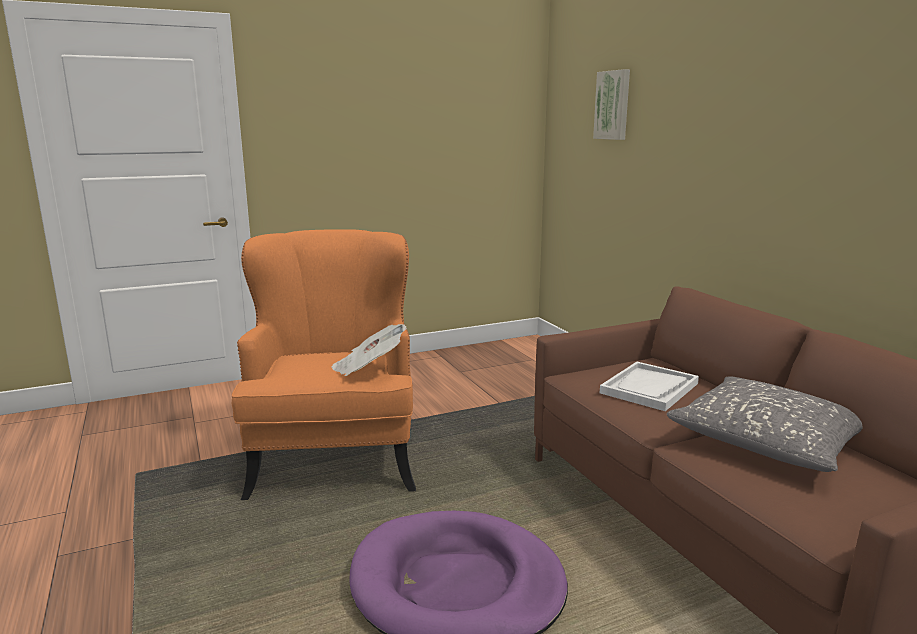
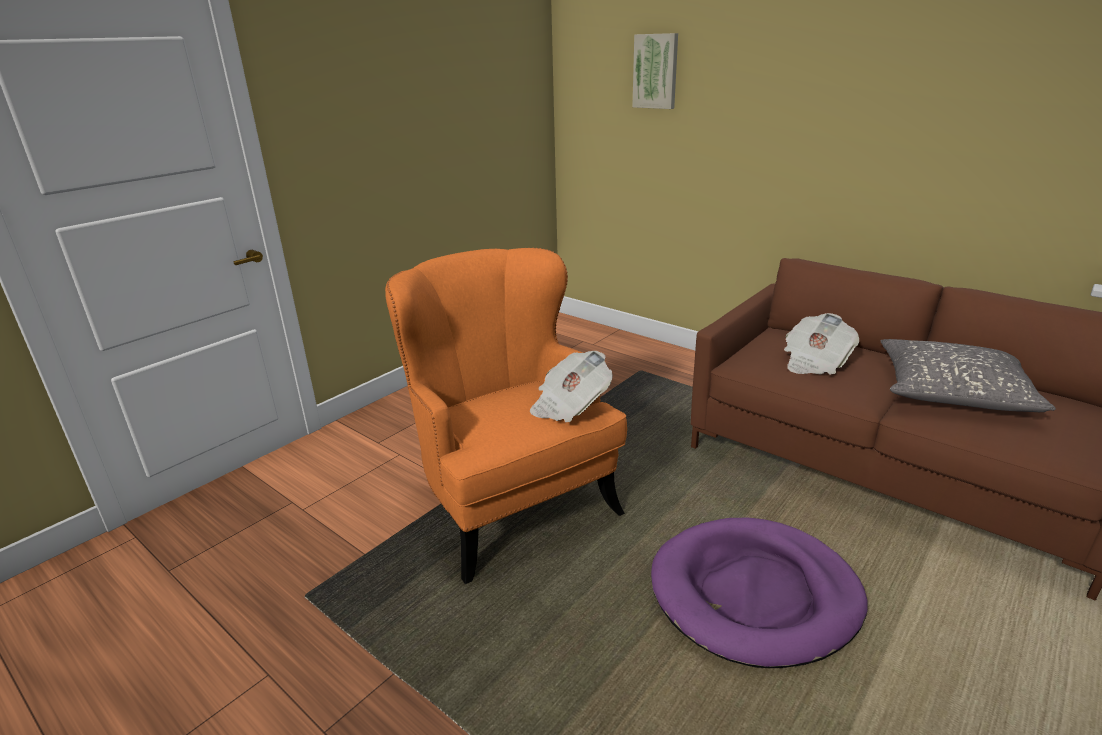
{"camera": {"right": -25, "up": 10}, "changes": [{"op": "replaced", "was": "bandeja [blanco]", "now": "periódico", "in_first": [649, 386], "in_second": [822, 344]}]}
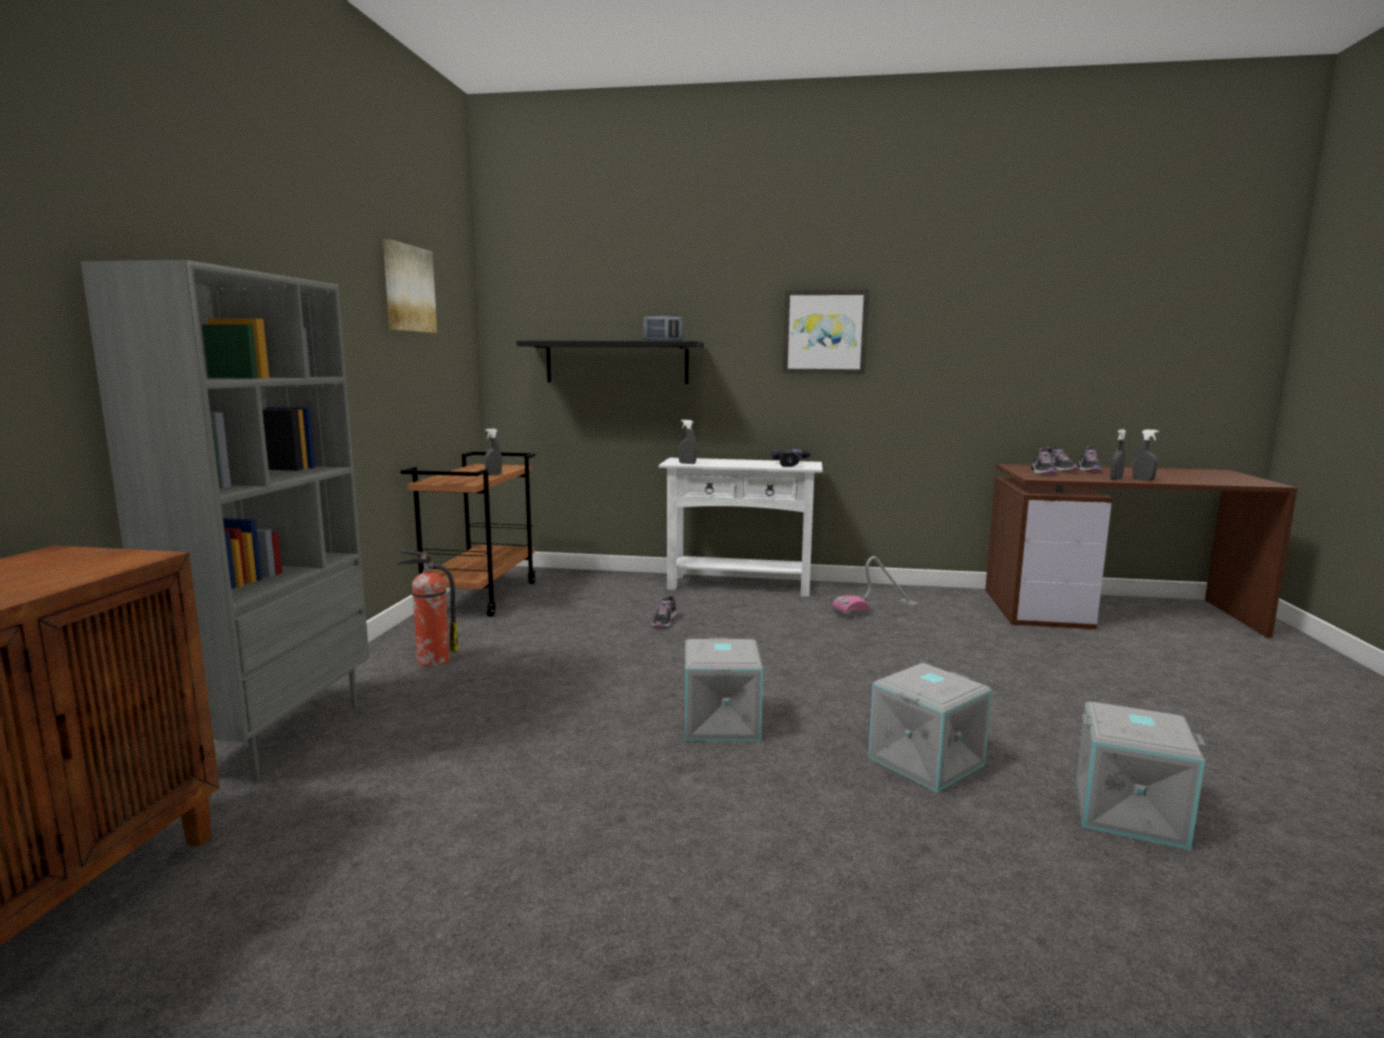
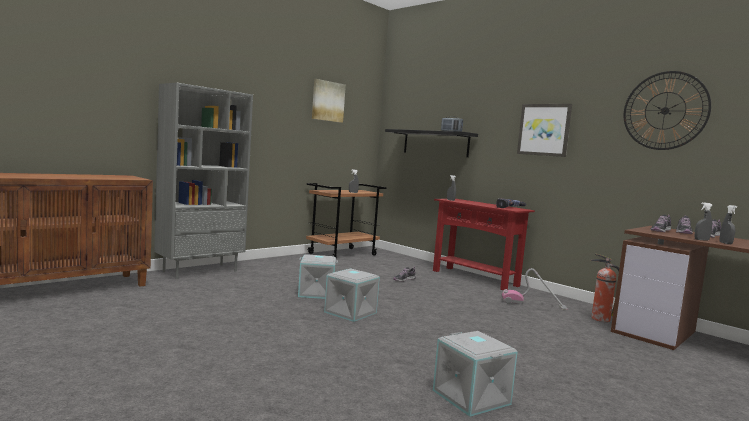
{"camera": {"right": 35, "up": -5}, "changes": [{"op": "moved", "was": "extintor", "in_first": [428, 608], "in_second": [605, 287]}, {"op": "recoloured", "was": "mesa consola [blanco]", "now": "mesa consola [rojo]", "in_first": [741, 527], "in_second": [484, 245]}, {"op": "moved", "was": "caja de almacenaje [gris]", "in_first": [930, 728], "in_second": [318, 276]}, {"op": "added", "now": "reloj de pared", "in_second": [667, 110]}]}
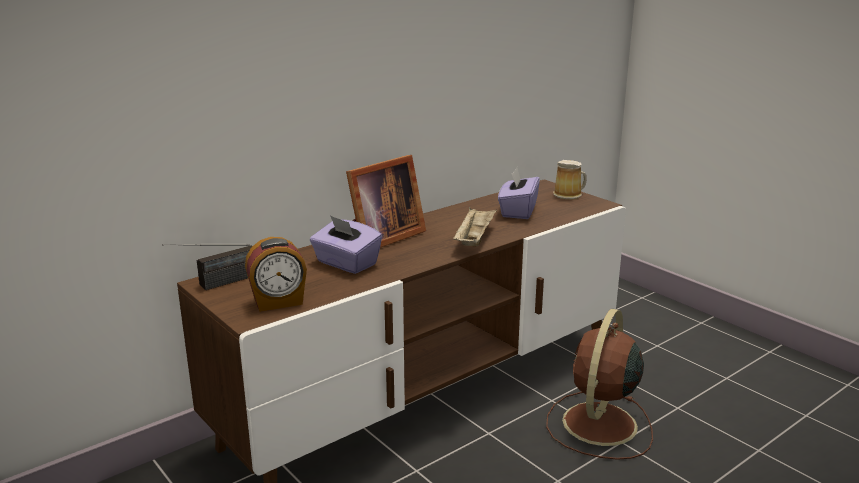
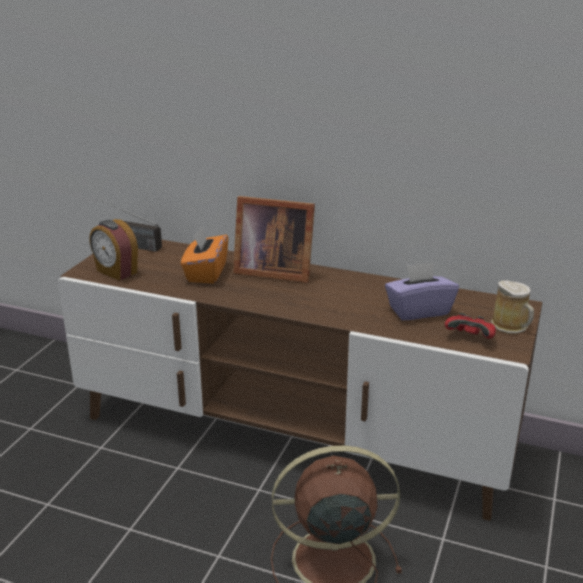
{"camera": {"right": 60, "up": 5}, "changes": [{"op": "recoloured", "was": "caja de pañuelos [morado]", "now": "caja de pañuelos [naranja]", "in_first": [346, 244], "in_second": [204, 255]}, {"op": "removed", "was": "bandeja [beis]", "in_first": [475, 226]}, {"op": "added", "now": "mando de consola [rojo]", "in_second": [470, 326]}]}
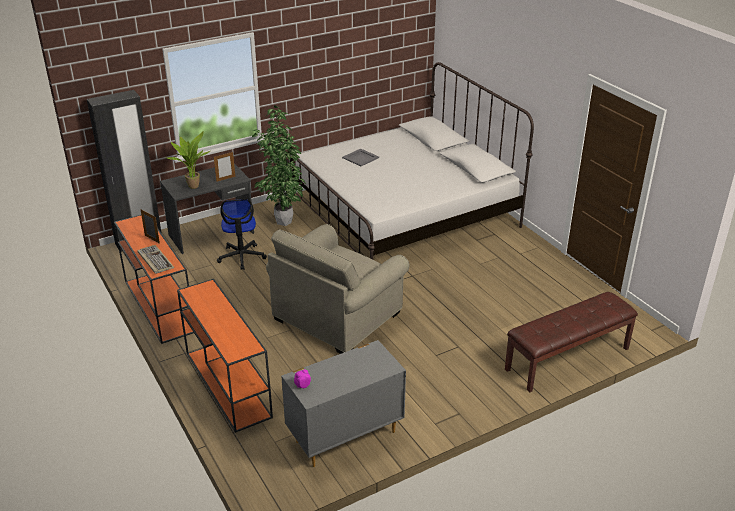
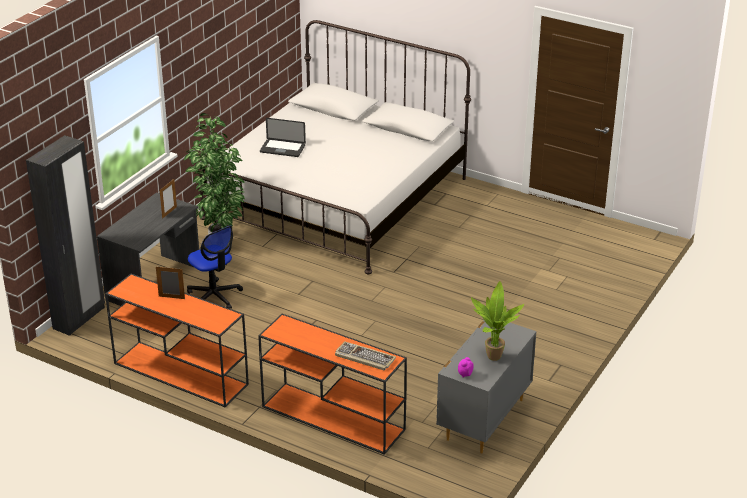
{"camera": {"right": -30, "up": 0}, "changes": [{"op": "moved", "was": "teclado", "in_first": [155, 259], "in_second": [365, 355]}, {"op": "moved", "was": "planta en maceta", "in_first": [188, 160], "in_second": [497, 321]}, {"op": "removed", "was": "sillón [beis]", "in_first": [338, 289]}, {"op": "replaced", "was": "bandeja [gris]", "now": "portátil", "in_first": [360, 157], "in_second": [283, 137]}, {"op": "removed", "was": "banco [marrón]", "in_first": [571, 342]}]}
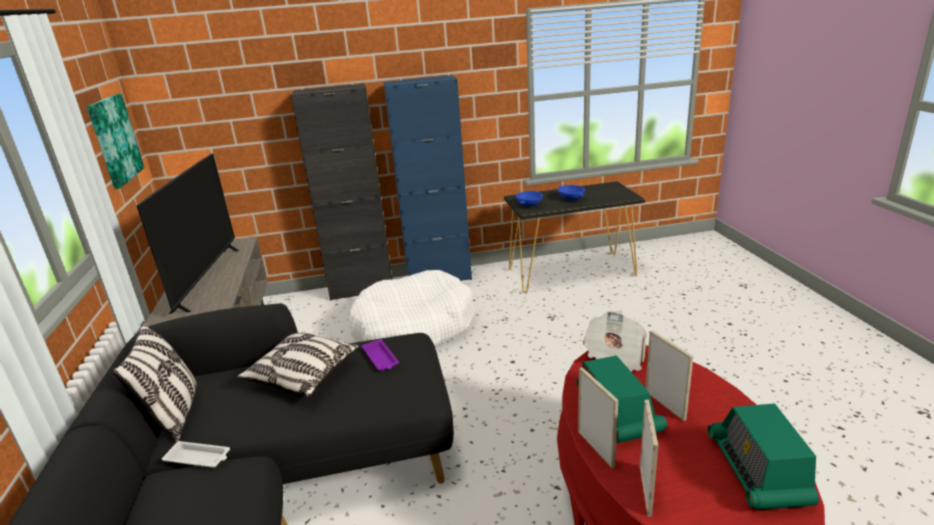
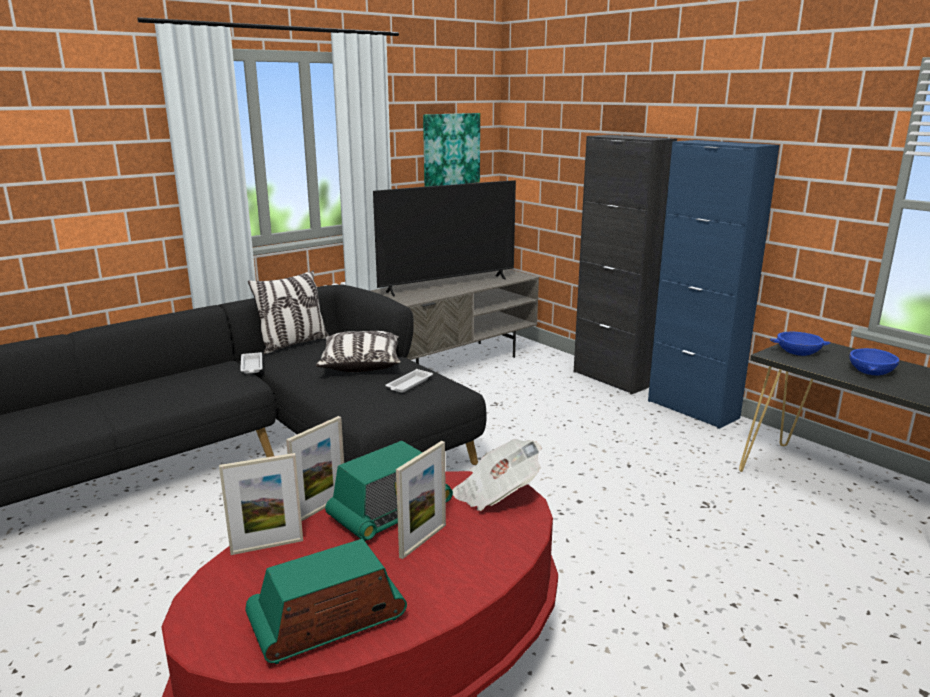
{"camera": {"right": 60, "up": -5}, "changes": [{"op": "removed", "was": "cama para perro [blanco]", "in_first": [412, 308]}, {"op": "recoloured", "was": "bandeja [morado]", "now": "bandeja [blanco]", "in_first": [380, 355], "in_second": [409, 381]}]}
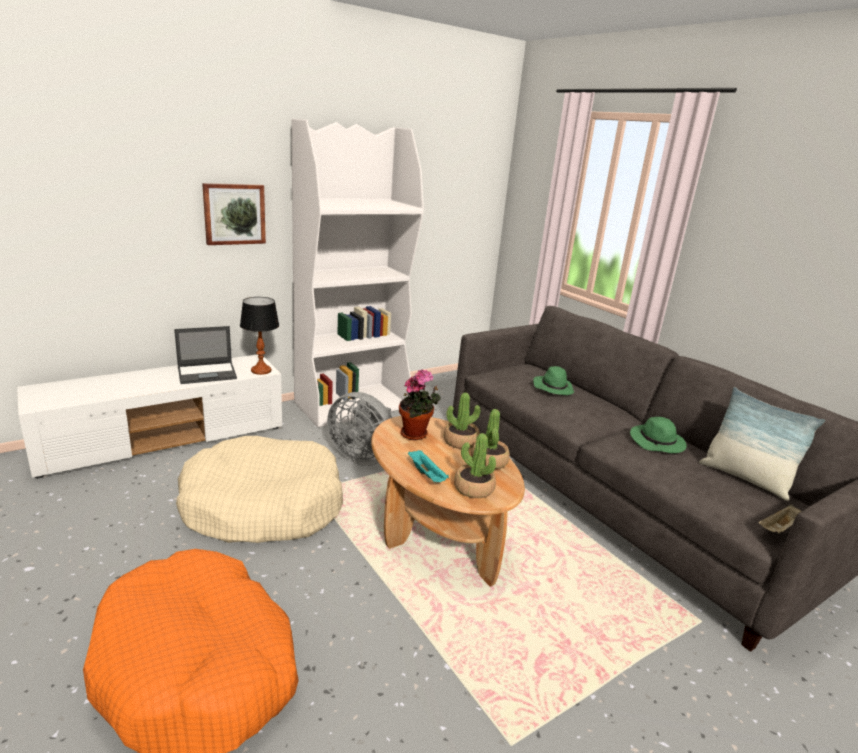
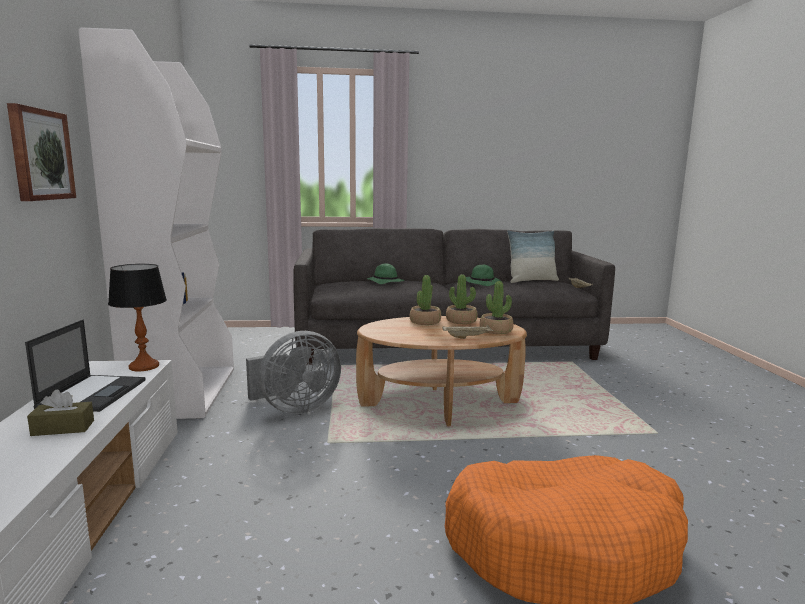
{"camera": {"right": -60, "up": -10}, "changes": [{"op": "removed", "was": "cama para perro [beis]", "in_first": [259, 489]}, {"op": "removed", "was": "planta en maceta", "in_first": [420, 405]}, {"op": "recoloured", "was": "bandeja [turquesa]", "now": "bandeja [beis]", "in_first": [428, 466], "in_second": [468, 332]}, {"op": "added", "now": "caja de pañuelos [marrón]", "in_second": [60, 412]}]}
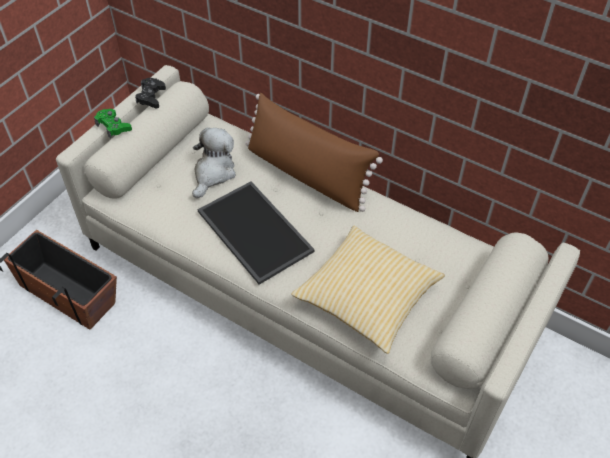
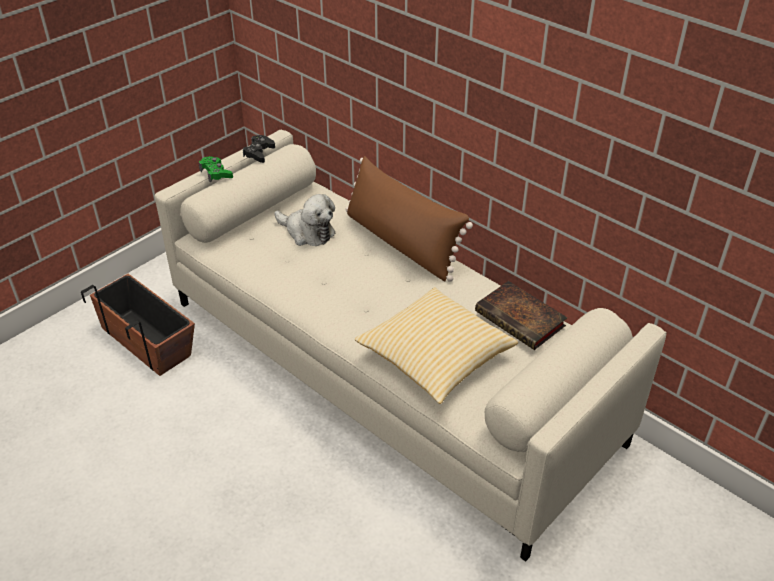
{"camera": {"right": 10, "up": -10}, "changes": [{"op": "turned", "was": "peluche", "in_first": [214, 162], "in_second": [305, 220], "clockwise": 90}, {"op": "removed", "was": "bandeja", "in_first": [256, 233]}, {"op": "added", "now": "libro", "in_second": [521, 315]}]}
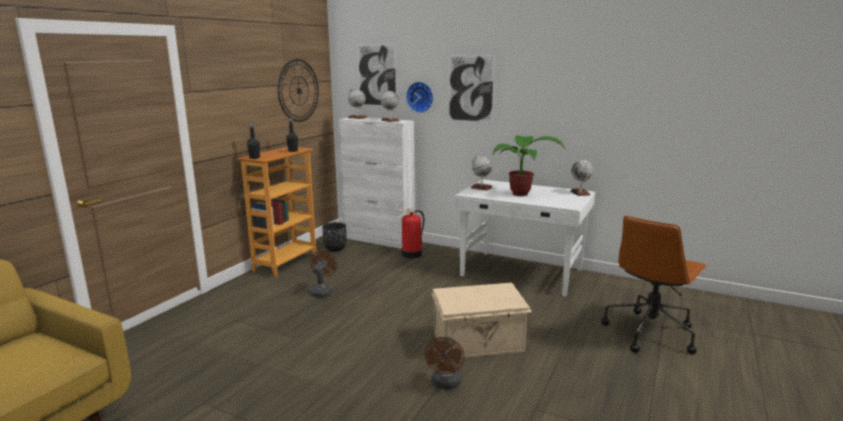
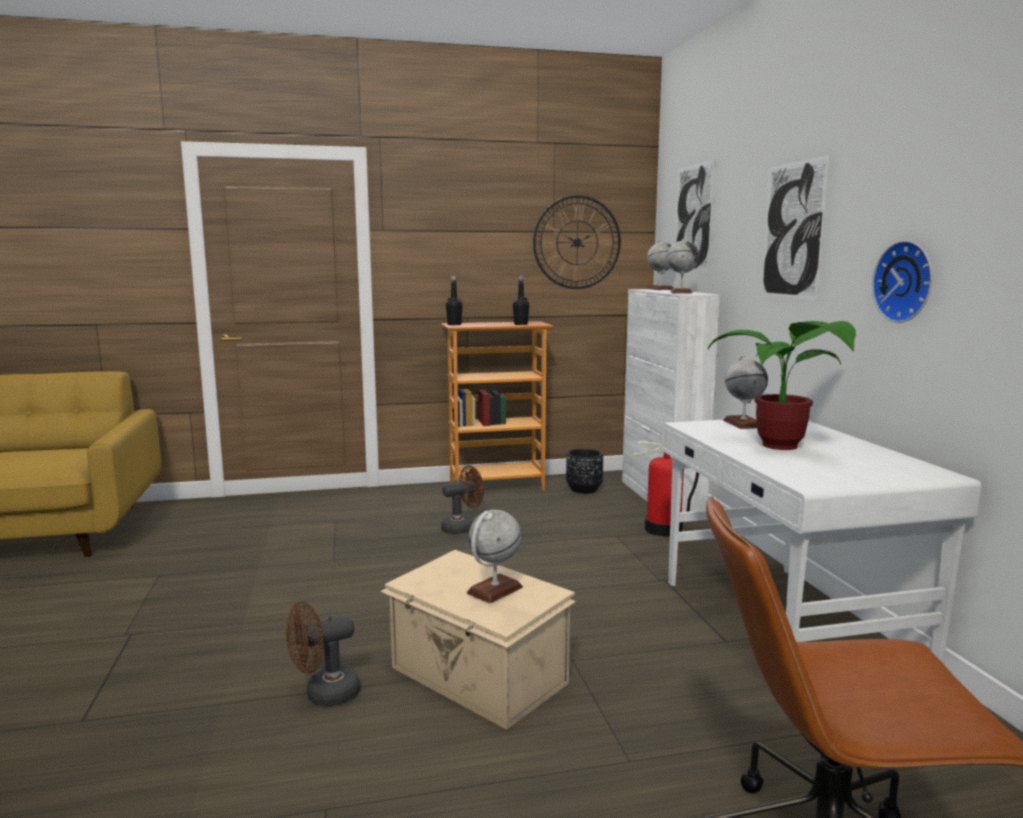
{"camera": {"right": 50, "up": -5}, "changes": [{"op": "moved", "was": "reloj de pared", "in_first": [419, 97], "in_second": [902, 281]}, {"op": "moved", "was": "globo terráqueo", "in_first": [581, 178], "in_second": [495, 556]}]}
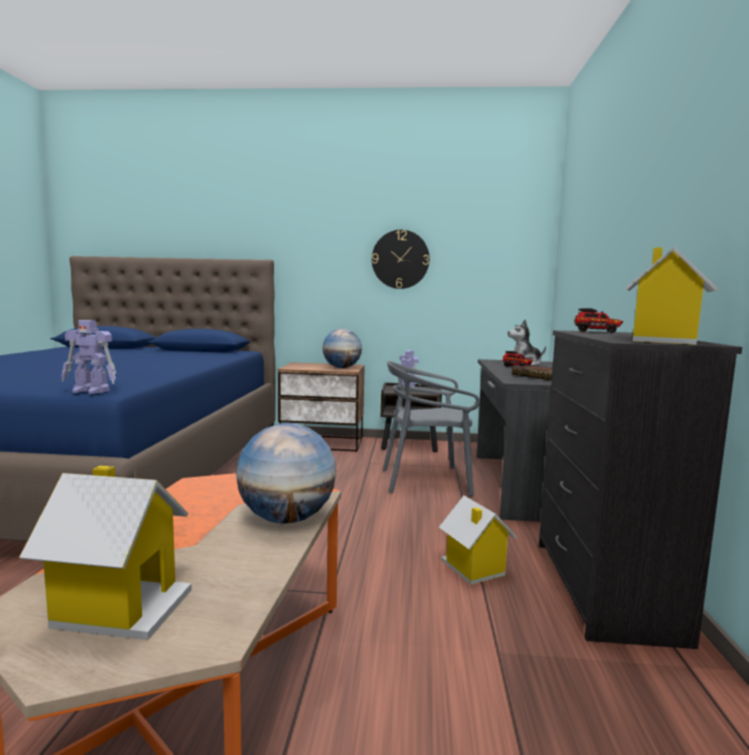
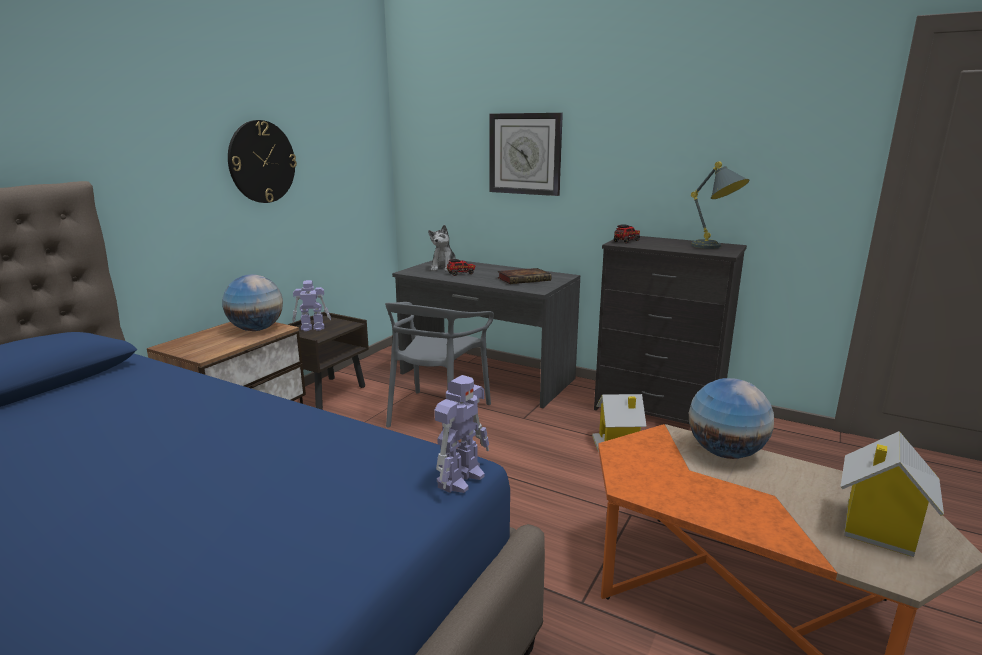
{"camera": {"right": -65, "up": 10}, "changes": [{"op": "replaced", "was": "casita", "now": "lámpara de mesa [gris]", "in_first": [671, 295], "in_second": [720, 205]}, {"op": "added", "now": "reloj de pared", "in_second": [526, 154]}]}
